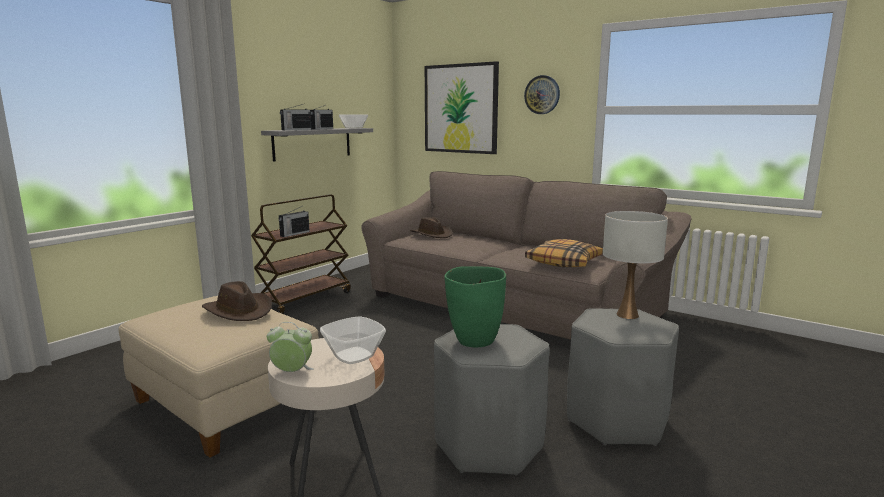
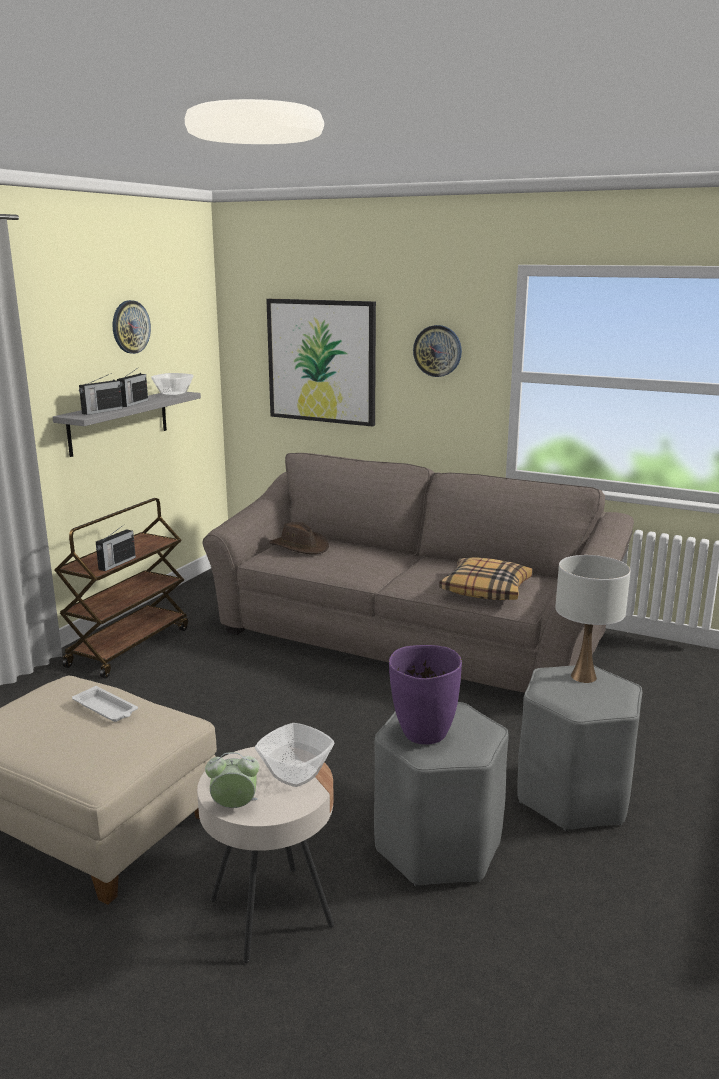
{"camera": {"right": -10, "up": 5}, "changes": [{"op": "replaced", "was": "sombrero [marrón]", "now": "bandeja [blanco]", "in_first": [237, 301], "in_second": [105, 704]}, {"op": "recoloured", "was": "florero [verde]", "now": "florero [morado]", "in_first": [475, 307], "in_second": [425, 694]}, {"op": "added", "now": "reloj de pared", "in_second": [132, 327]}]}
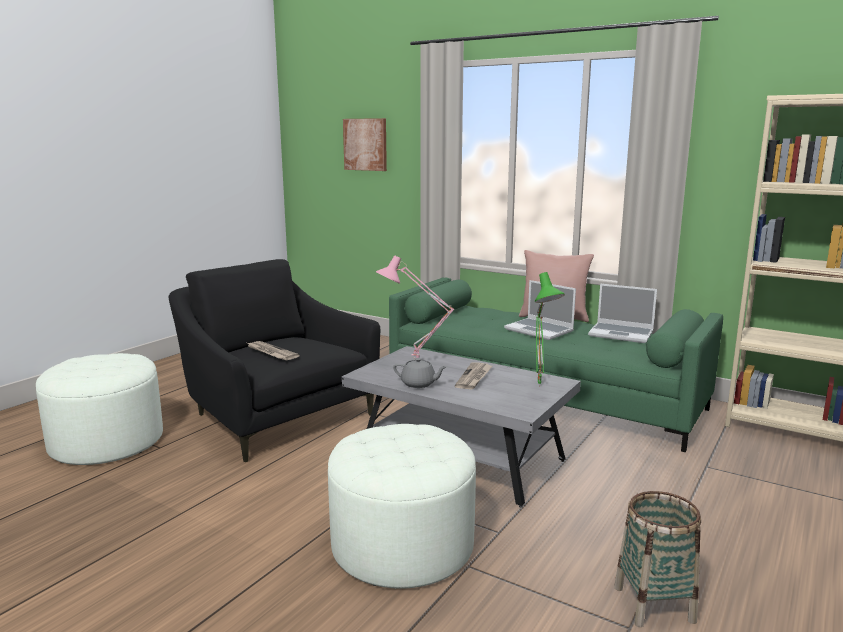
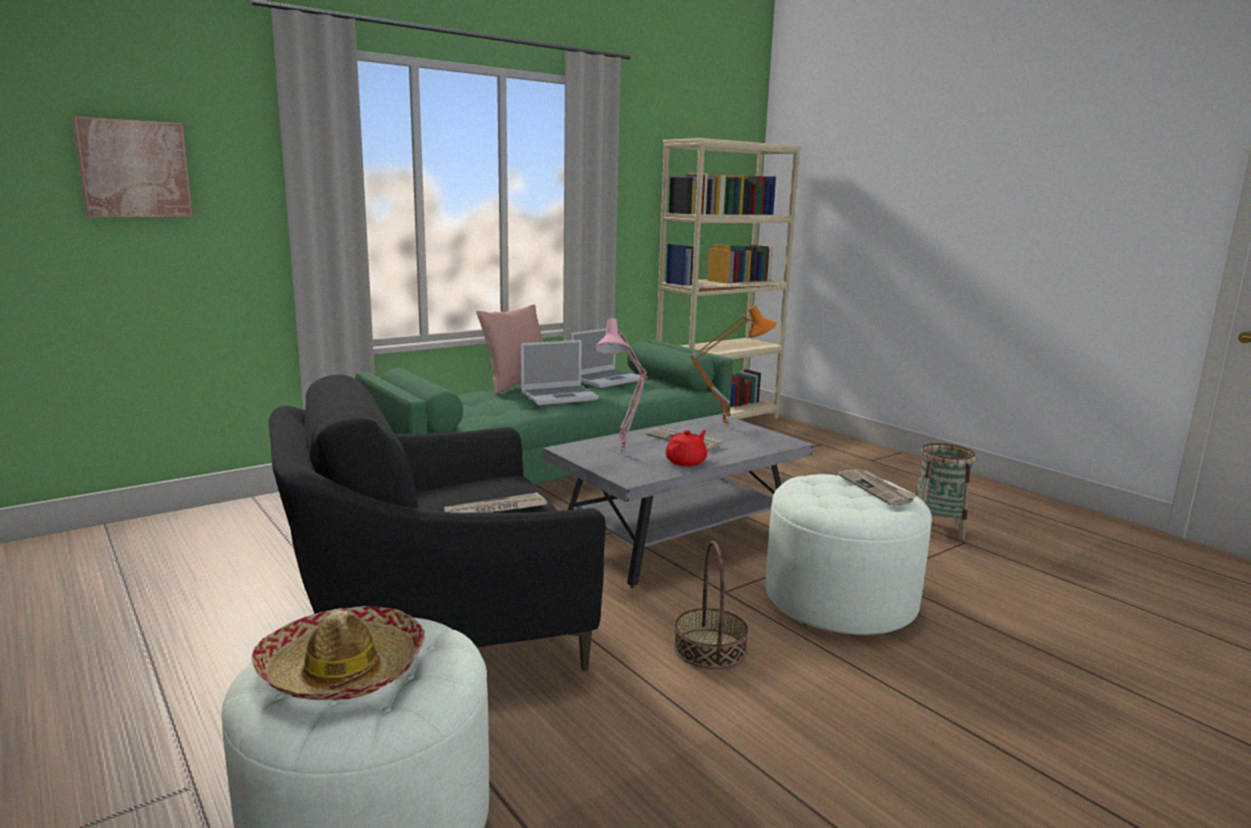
{"camera": {"right": -70, "up": 0}, "changes": [{"op": "recoloured", "was": "tetera [gris]", "now": "tetera [rojo]", "in_first": [420, 373], "in_second": [686, 448]}, {"op": "recoloured", "was": "lámpara de mesa [verde]", "now": "lámpara de mesa [naranja]", "in_first": [550, 329], "in_second": [733, 366]}, {"op": "added", "now": "sombrero", "in_second": [338, 653]}, {"op": "added", "now": "cesta", "in_second": [711, 605]}, {"op": "added", "now": "periódico", "in_second": [877, 487]}]}
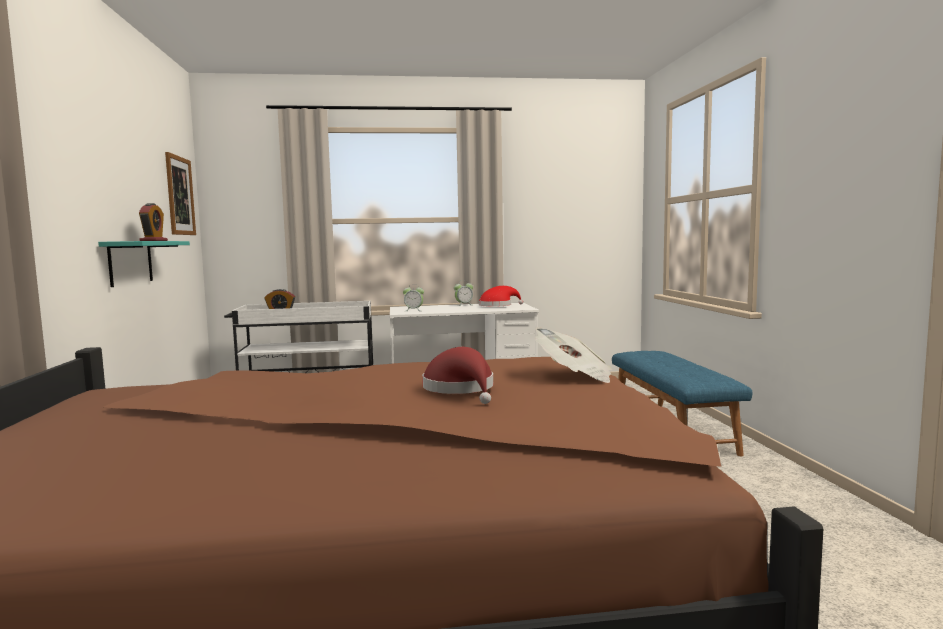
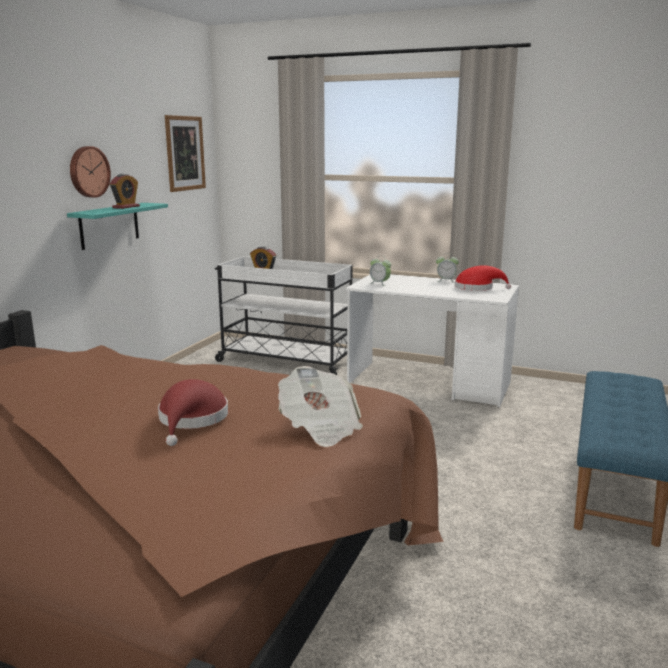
{"camera": {"right": 30, "up": 10}, "changes": [{"op": "added", "now": "reloj de pared", "in_second": [90, 172]}]}
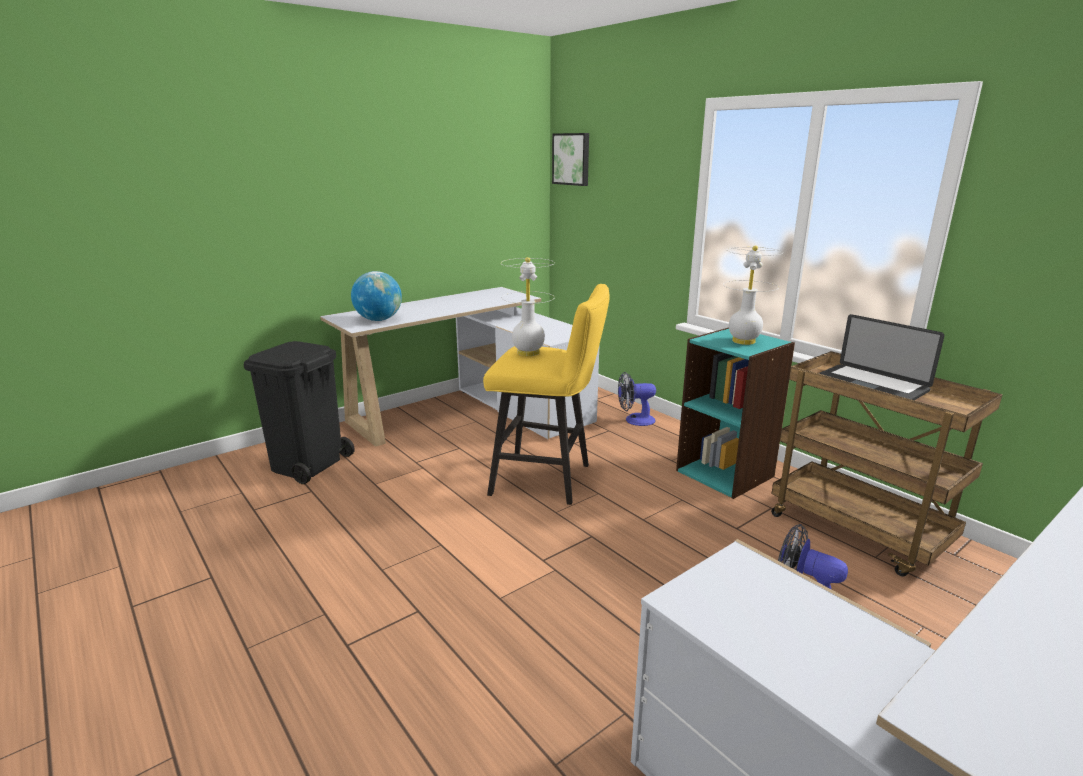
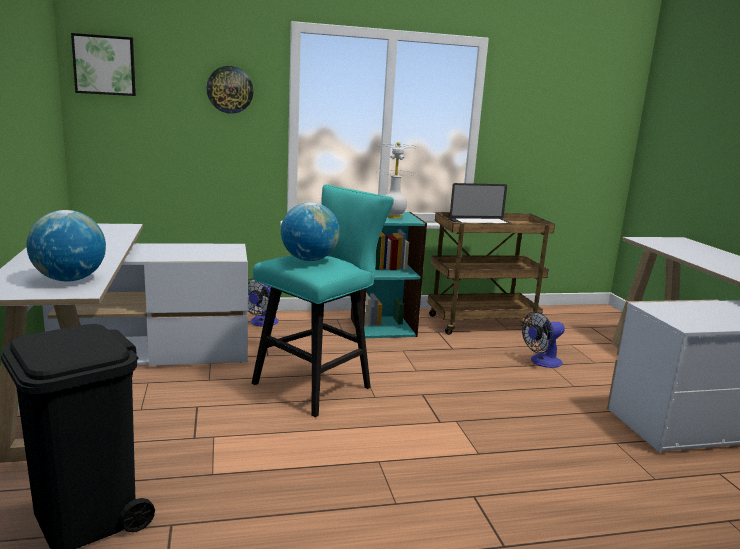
{"camera": {"right": -65, "up": -5}, "changes": [{"op": "recoloured", "was": "taburete [amarillo]", "now": "taburete [turquesa]", "in_first": [546, 394], "in_second": [323, 300]}, {"op": "replaced", "was": "lámpara de mesa [blanco]", "now": "globo terráqueo", "in_first": [528, 306], "in_second": [310, 231]}, {"op": "added", "now": "reloj de pared", "in_second": [230, 90]}]}
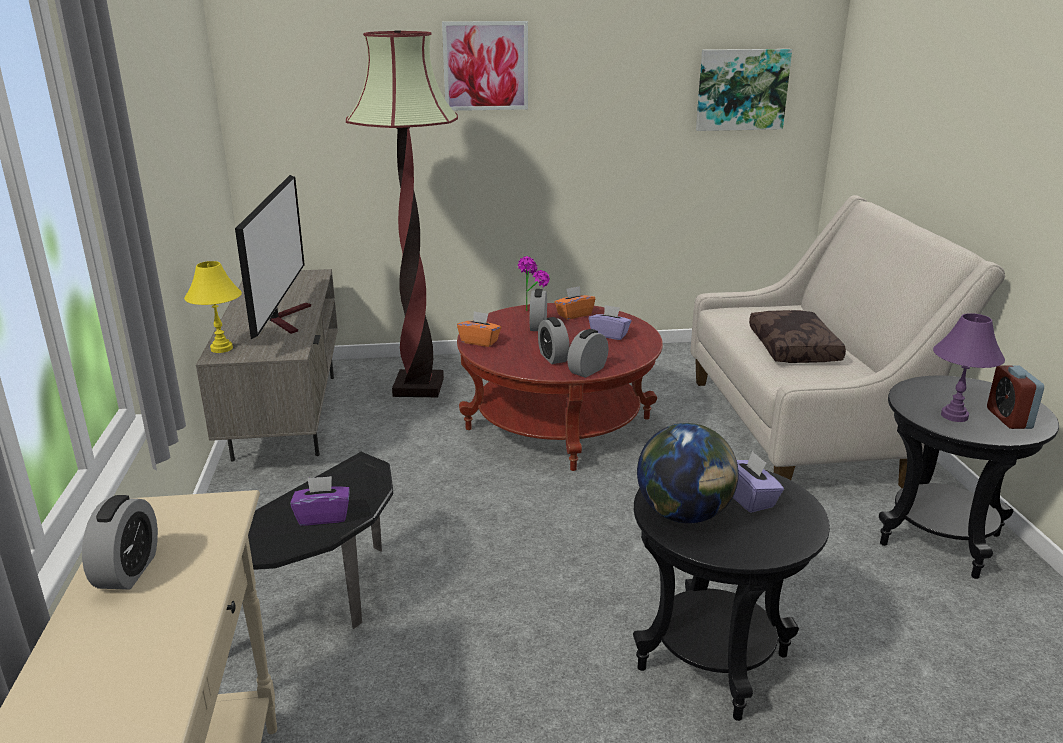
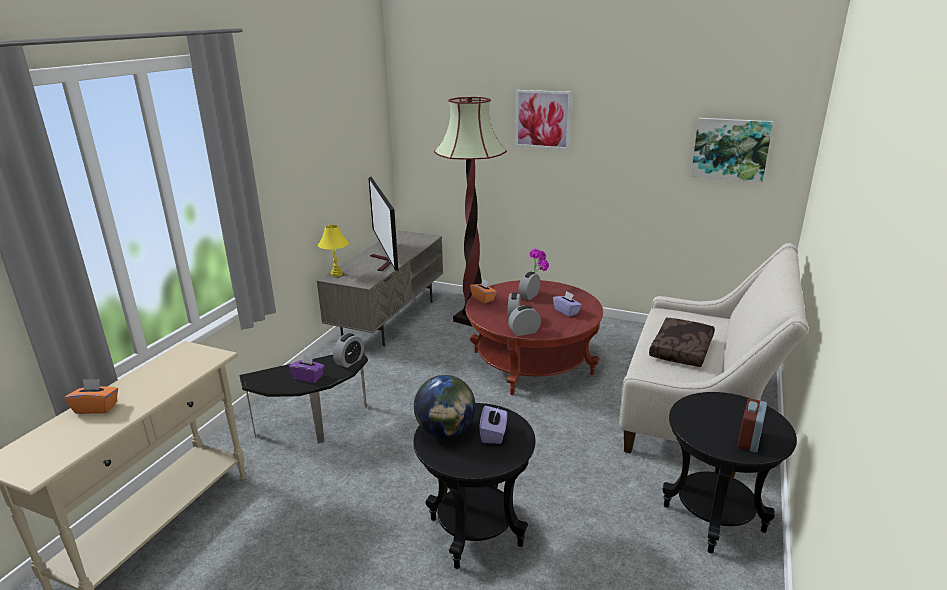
{"camera": {"right": 30, "up": 0}, "changes": [{"op": "moved", "was": "despertador", "in_first": [120, 542], "in_second": [348, 350]}, {"op": "turned", "was": "televisor", "in_first": [273, 257], "in_second": [383, 224], "clockwise": 135}, {"op": "moved", "was": "caja de pañuelos [naranja]", "in_first": [574, 303], "in_second": [91, 396]}, {"op": "removed", "was": "lámpara de mesa [morado]", "in_first": [969, 367]}]}
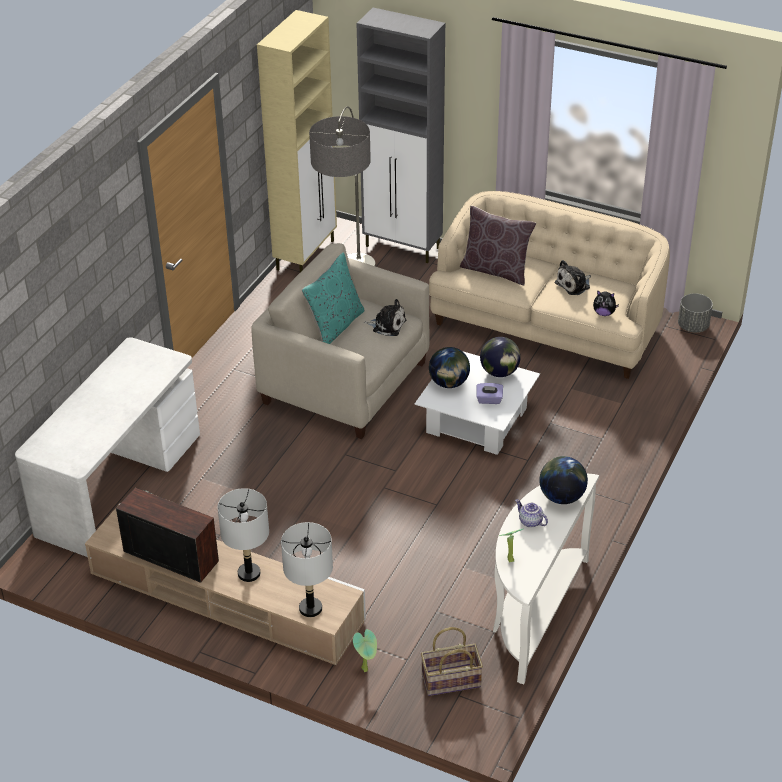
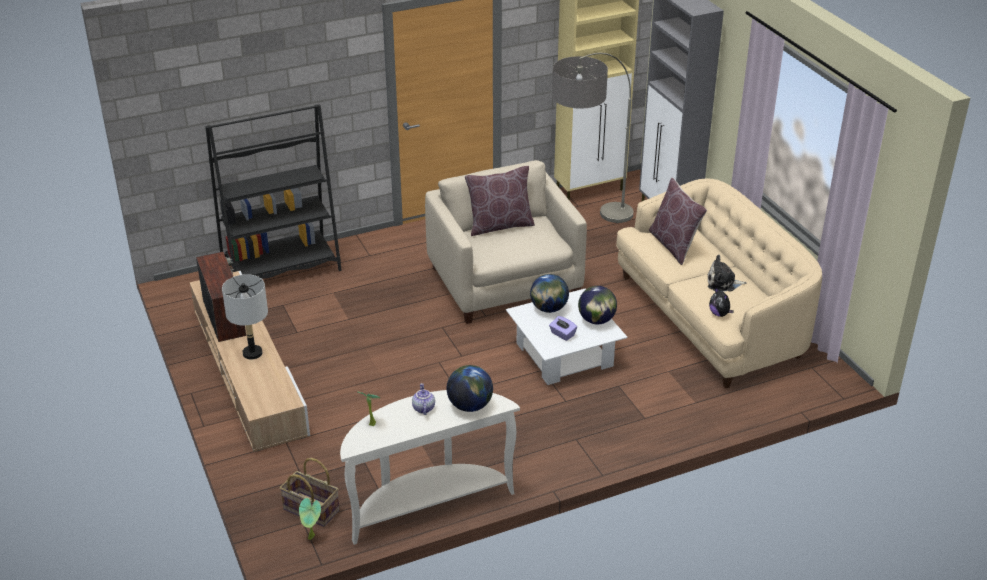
{"camera": {"right": 40, "up": -5}, "changes": [{"op": "replaced", "was": "escritorio [blanco]", "now": "estantería [negro]", "in_first": [107, 447], "in_second": [273, 191]}, {"op": "removed", "was": "lámpara de mesa [gris]", "in_first": [307, 569]}, {"op": "recoloured", "was": "cojín [turquesa]", "now": "cojín [marrón]", "in_first": [333, 298], "in_second": [500, 201]}, {"op": "moved", "was": "planta en maceta", "in_first": [365, 650], "in_second": [310, 519]}, {"op": "removed", "was": "peluche", "in_first": [384, 317]}, {"op": "removed", "was": "maceta [gris]", "in_first": [695, 312]}]}
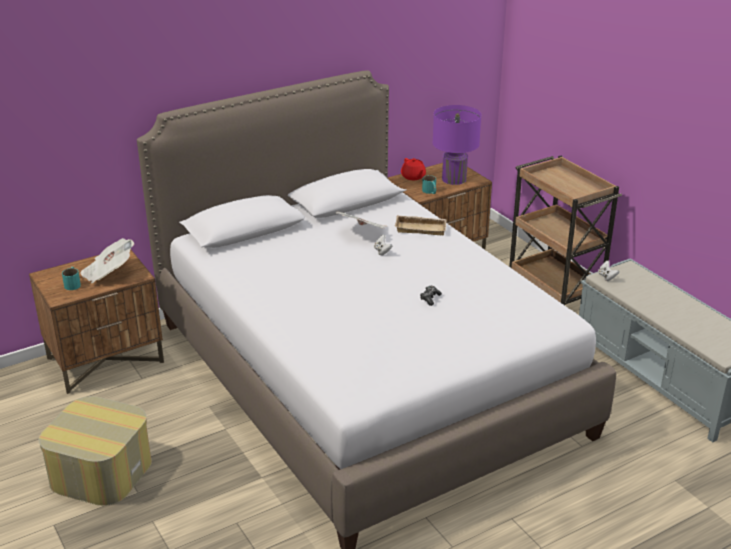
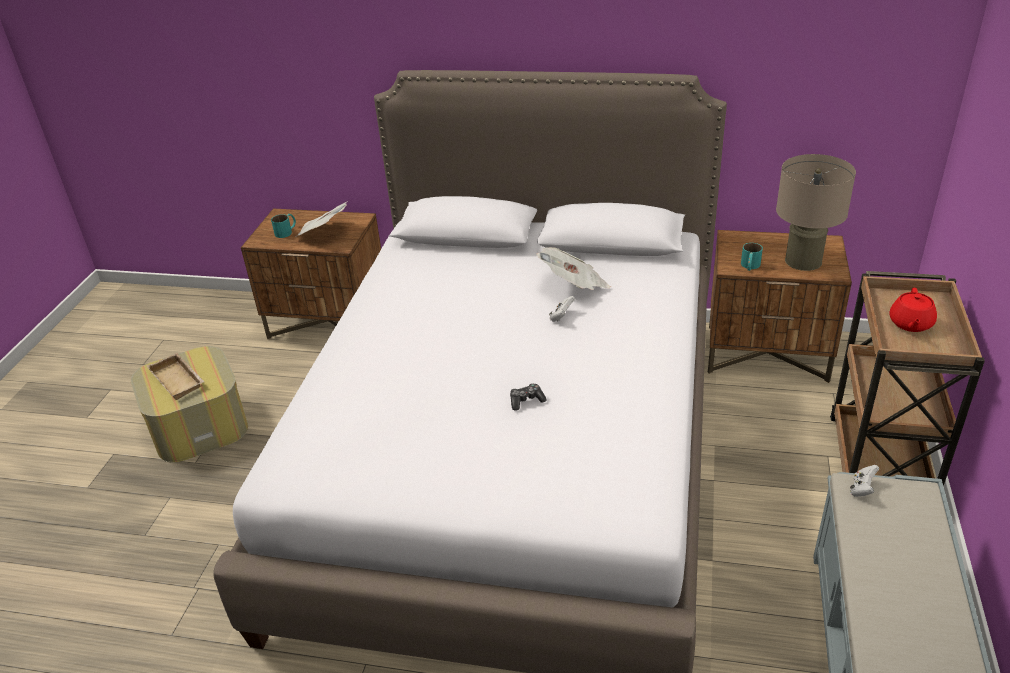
{"camera": {"right": 45, "up": 5}, "changes": [{"op": "moved", "was": "bandeja [beis]", "in_first": [421, 225], "in_second": [175, 376]}, {"op": "moved", "was": "tetera [rojo]", "in_first": [413, 169], "in_second": [913, 310]}, {"op": "recoloured", "was": "lámpara de mesa [morado]", "now": "lámpara de mesa [beis]", "in_first": [457, 145], "in_second": [816, 212]}]}
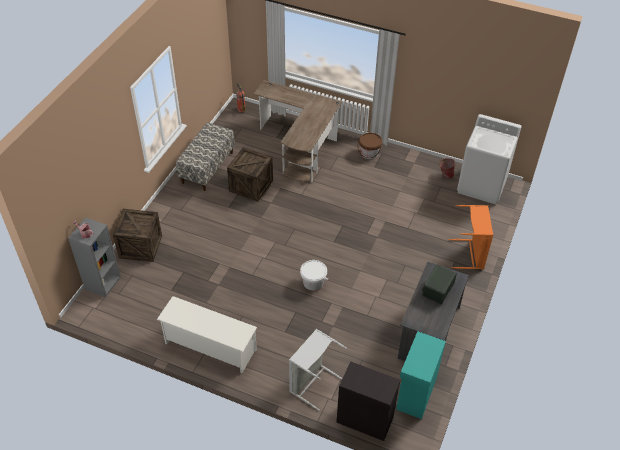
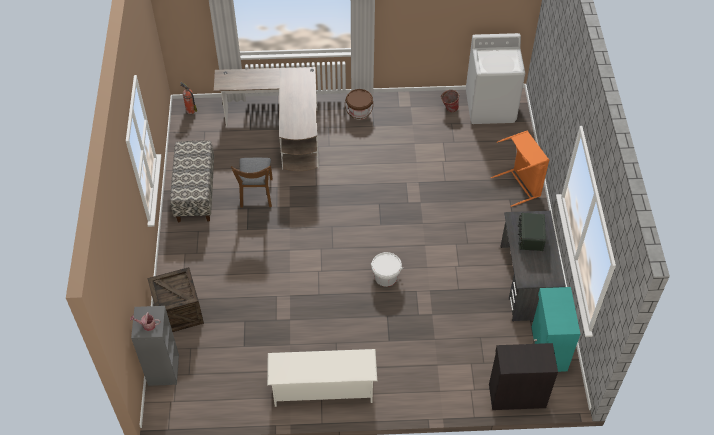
{"camera": {"right": -25, "up": 5}, "changes": [{"op": "replaced", "was": "caja de embalaje", "now": "silla [marrón]", "in_first": [250, 174], "in_second": [252, 183]}, {"op": "removed", "was": "cesto de la ropa [gris]", "in_first": [318, 370]}]}
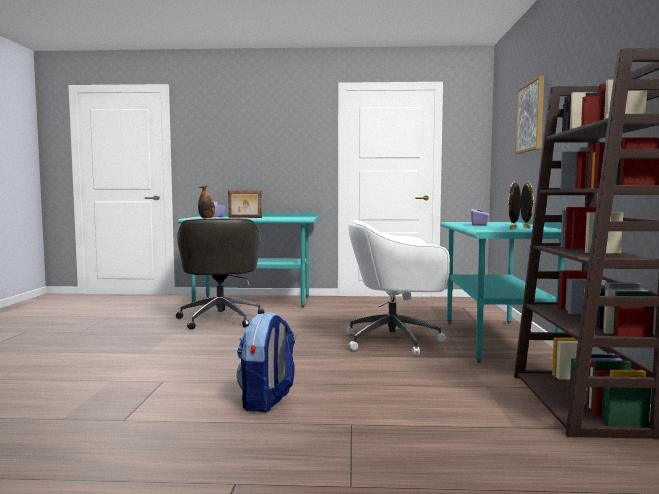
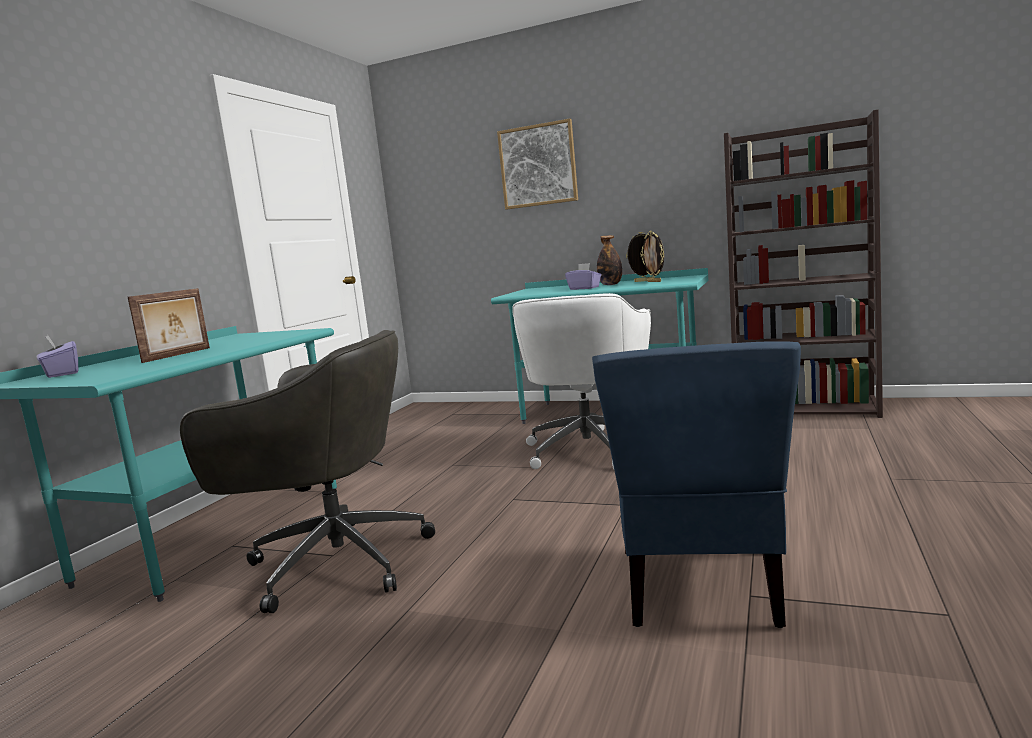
{"camera": {"right": -70, "up": 5}, "changes": [{"op": "moved", "was": "botella", "in_first": [206, 202], "in_second": [609, 260]}, {"op": "removed", "was": "mochila", "in_first": [266, 362]}, {"op": "added", "now": "silla [azul]", "in_second": [696, 484]}]}
